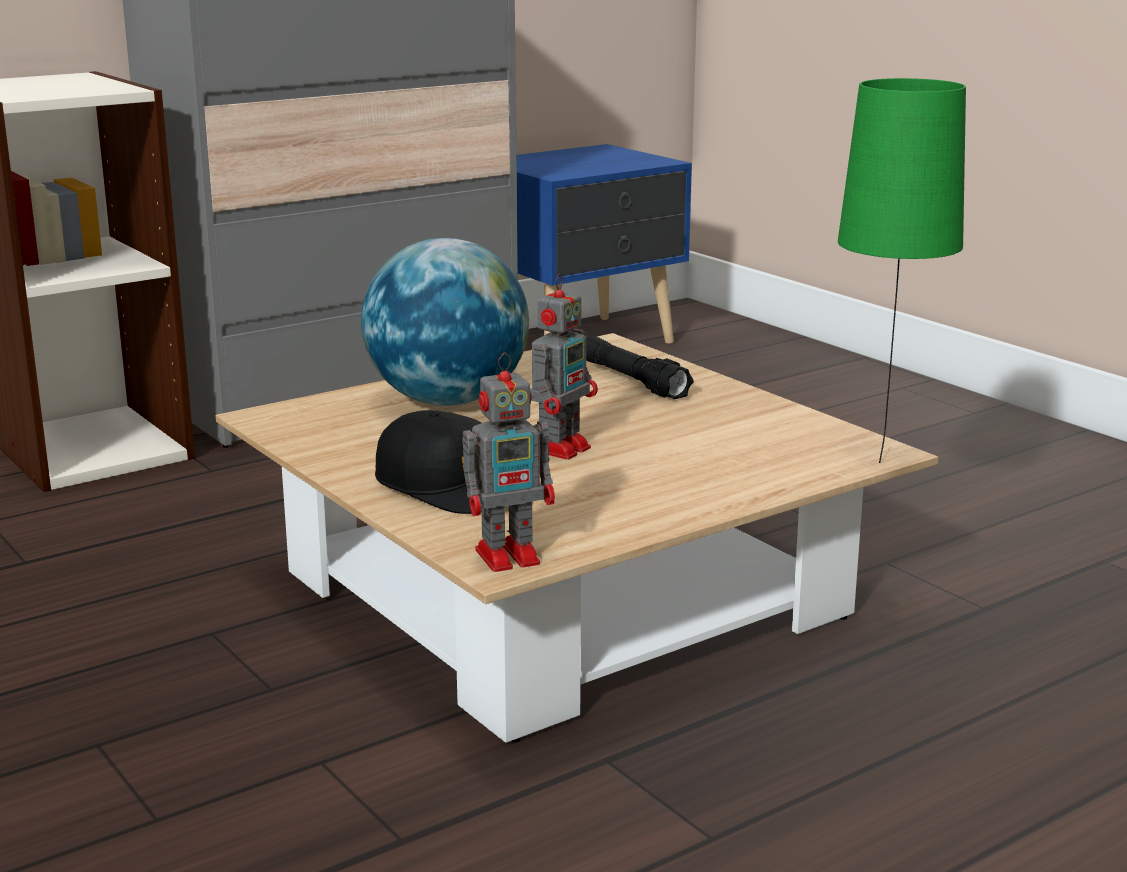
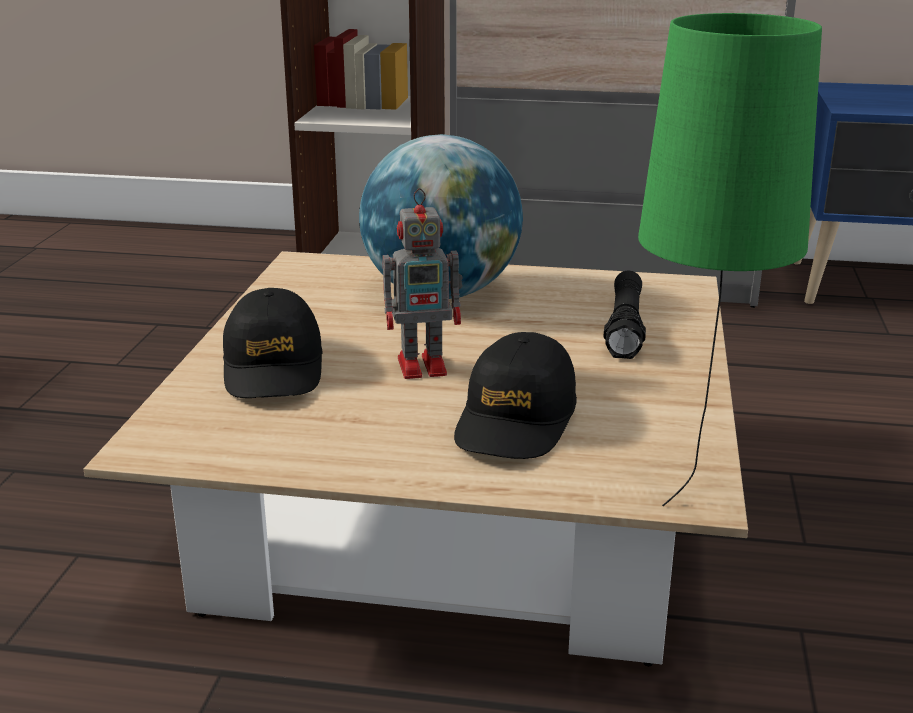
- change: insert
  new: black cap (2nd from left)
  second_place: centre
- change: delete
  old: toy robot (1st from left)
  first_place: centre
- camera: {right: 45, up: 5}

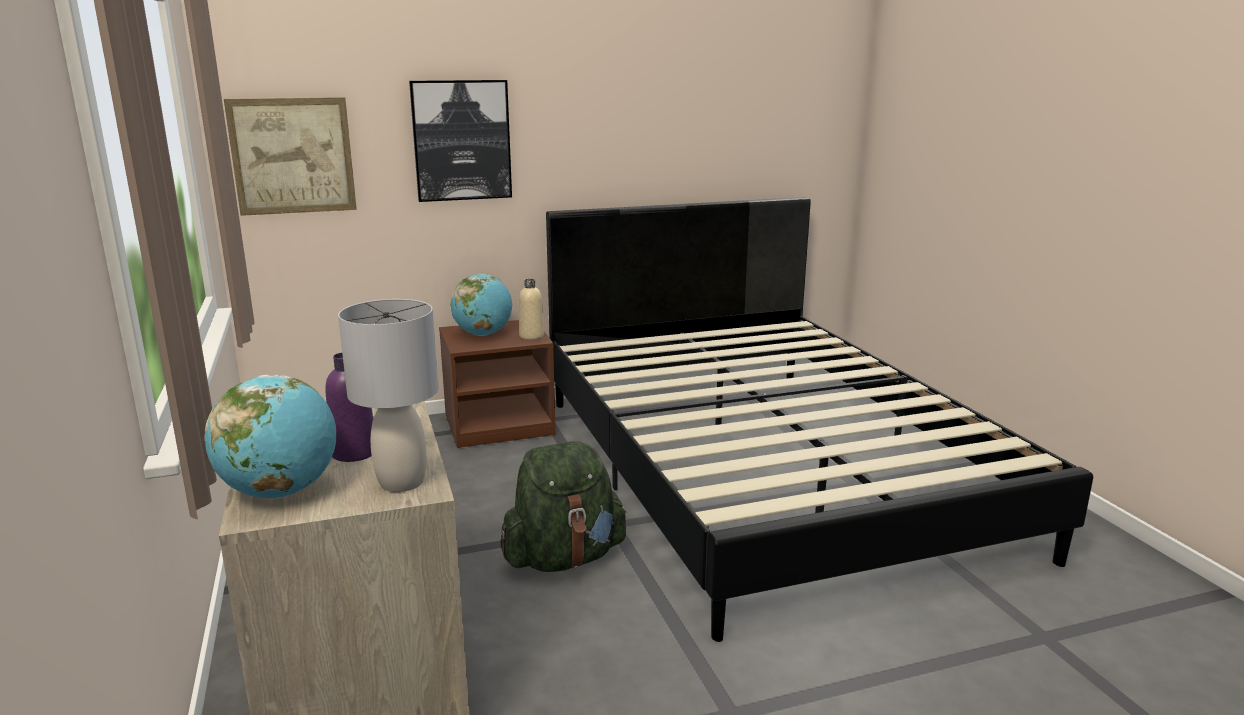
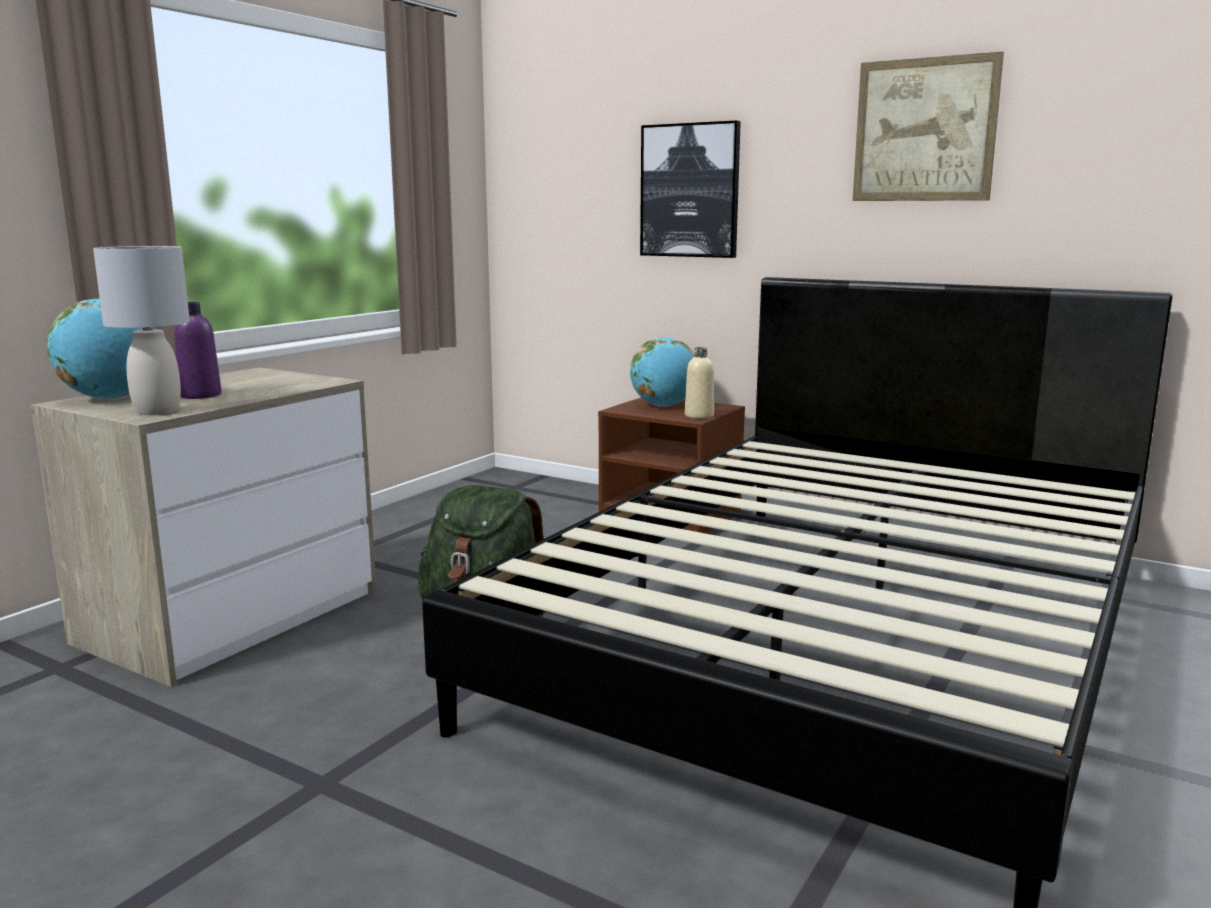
- change: move
  old: picture (1st from left in the first image)
  new: picture (2nd from left)
  first_place: top left
  second_place: top right
- camera: {right: 50, up: -5}

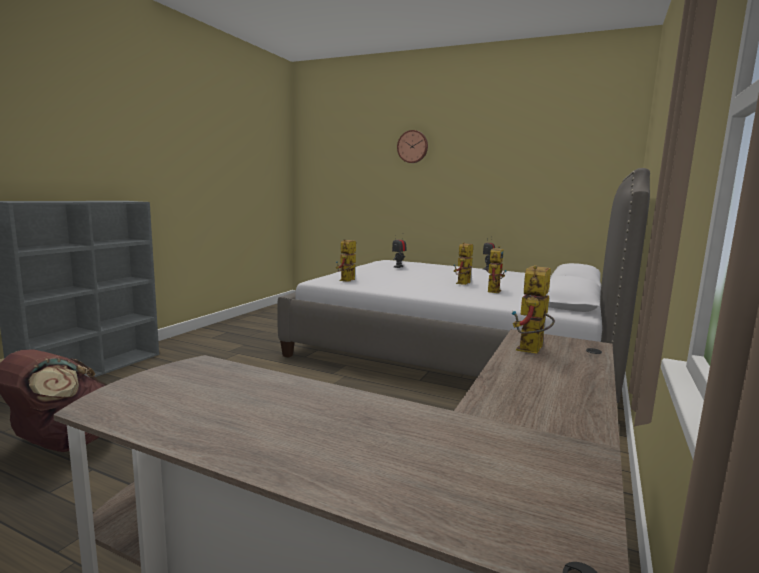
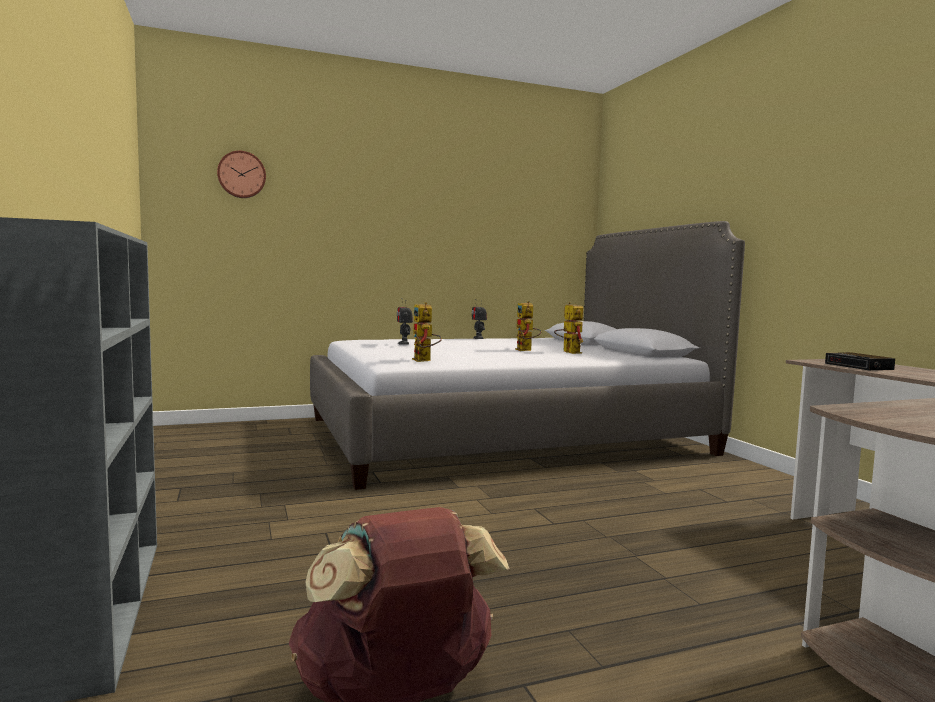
- change: move
  old: wall clock
  first_place: top centre
  second_place: top left
- change: replace
  old: toy robot (6th from left)
  new: alarm clock
  first_place: middle right
  second_place: middle right
- camera: {right: -45, up: -5}

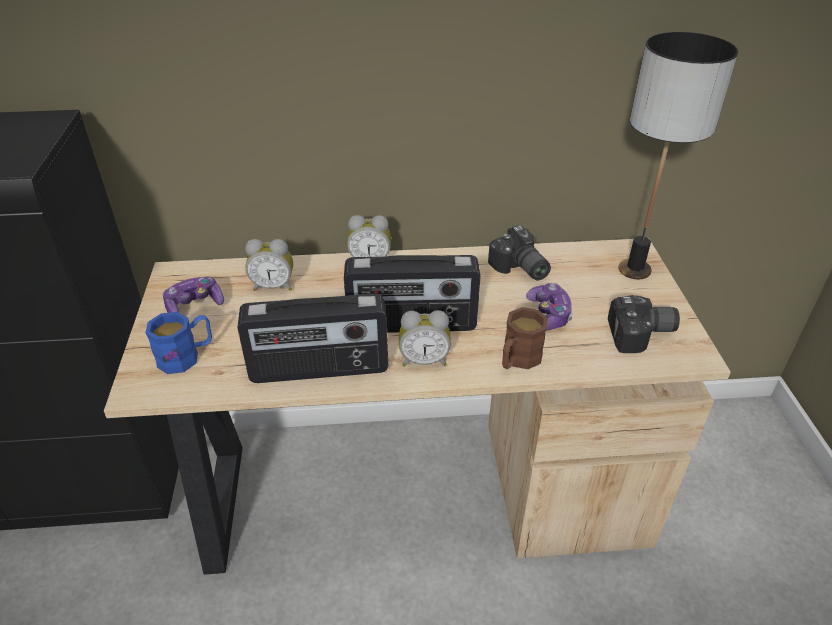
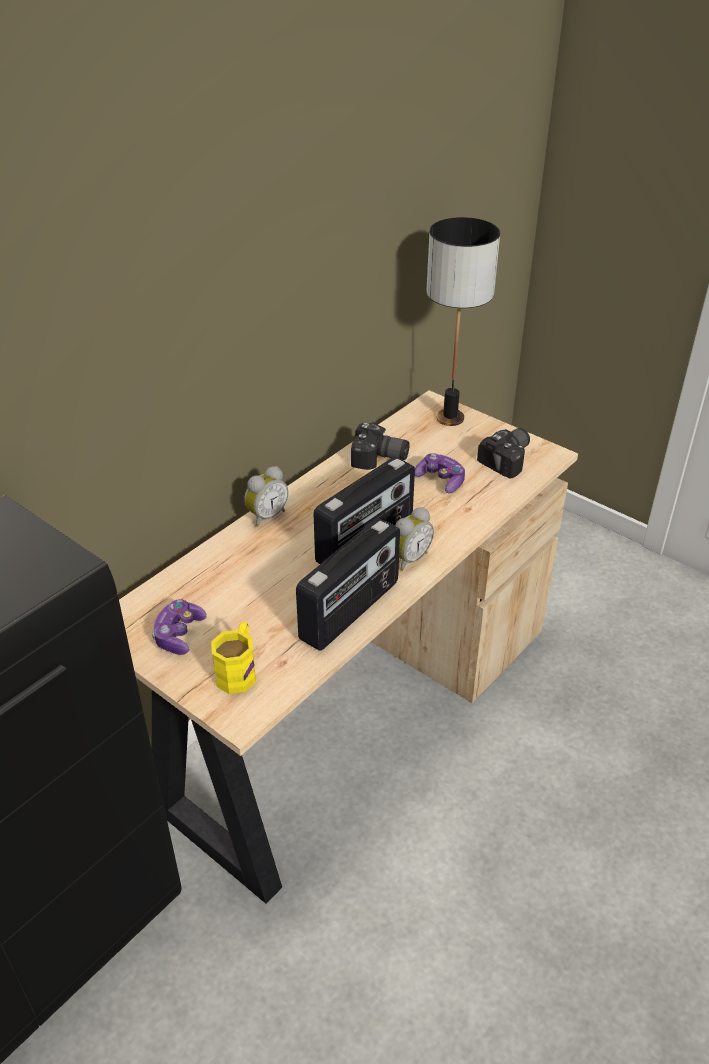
- change: recolor
  old: blue mug
  new: yellow mug
  first_place: middle left
  second_place: middle left
- change: delete
  old: alarm clock (1st from left)
  first_place: middle left
- change: delete
  old: brown mug
  first_place: centre
- camera: {right: -45, up: 0}

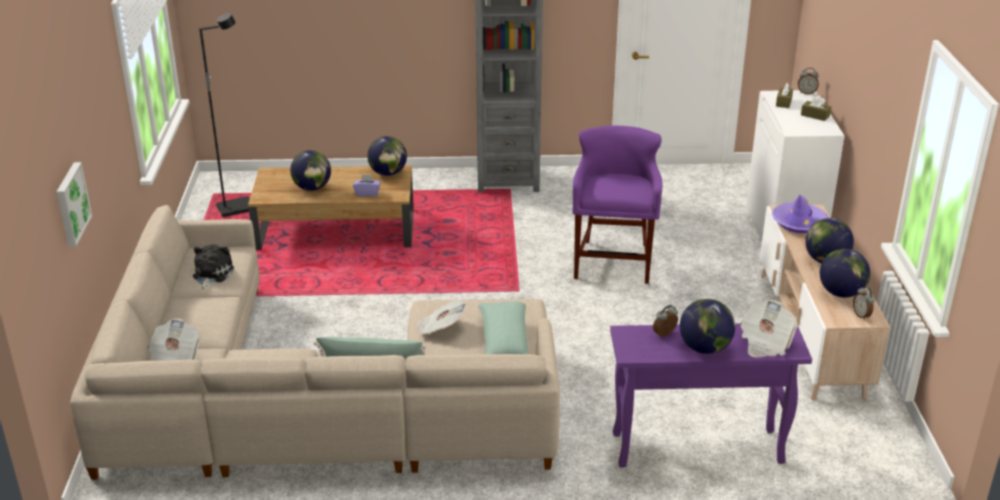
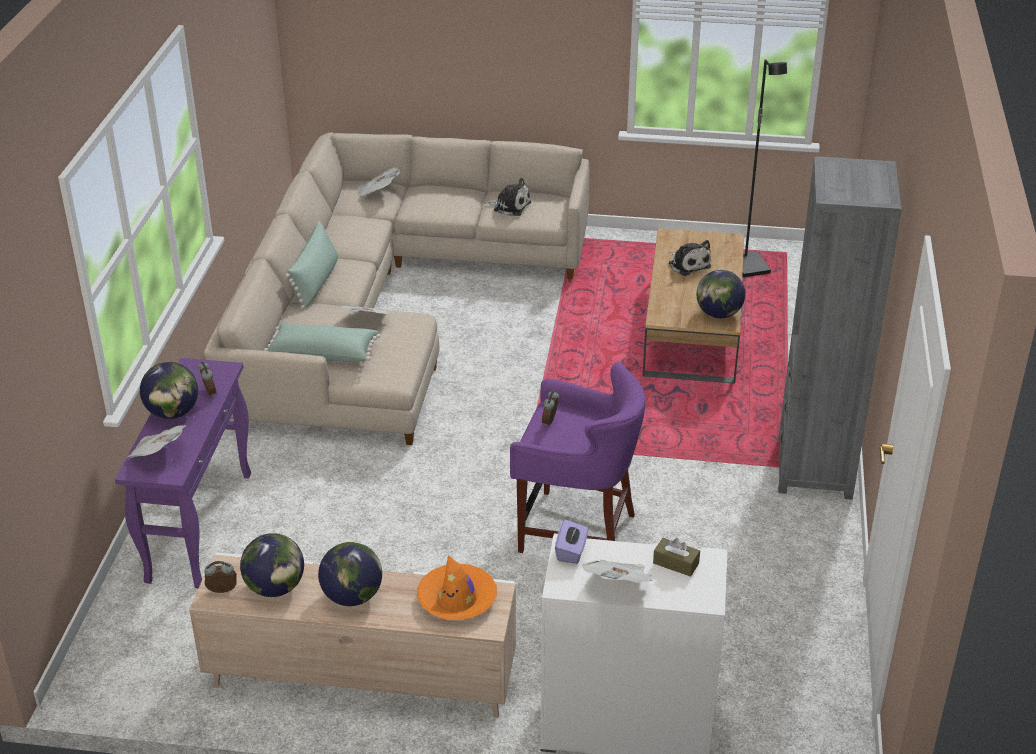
- change: recolor
  old: purple hat
  new: orange hat
  first_place: middle right
  second_place: bottom centre
- change: move
  old: alarm clock (2nd from left in the first image)
  new: alarm clock (3rd from left)
  first_place: top right
  second_place: centre
- change: move
  old: purple tissue box
  first_place: centre
  second_place: bottom centre
- change: replace
  old: brown tissue box (2nd from left)
  new: newspaper (4th from left)
  first_place: top right
  second_place: bottom centre
- change: replace
  old: globe (1st from left)
  new: plush toy (2nd from left)
  first_place: middle left
  second_place: centre
- change: delete
  old: picture
  first_place: middle left
- camera: {right: 100, up: 5}

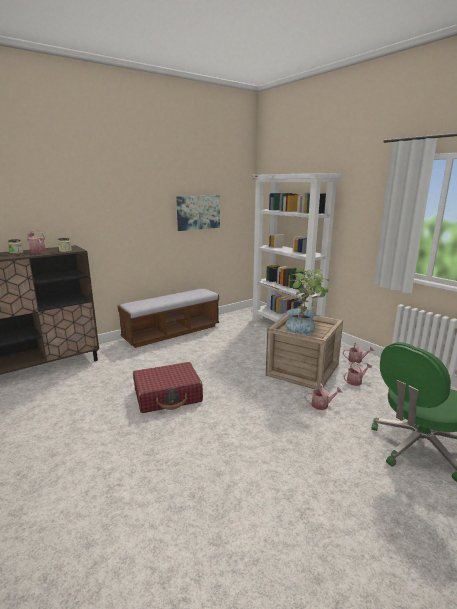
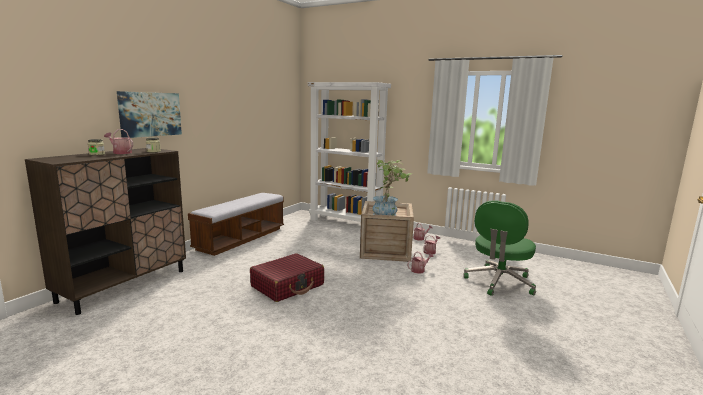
- change: move
  old: picture
  first_place: centre
  second_place: top left
- camera: {right: -25, up: -5}

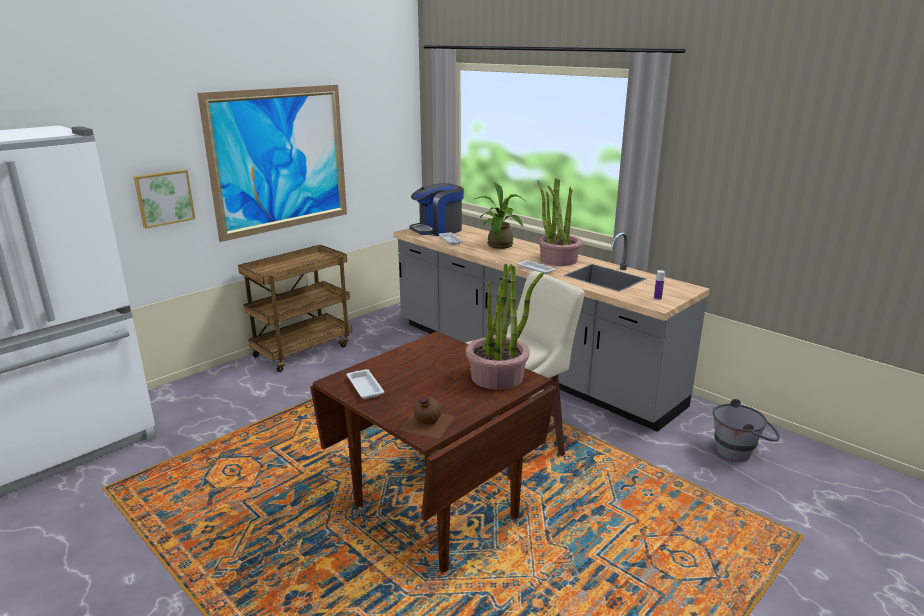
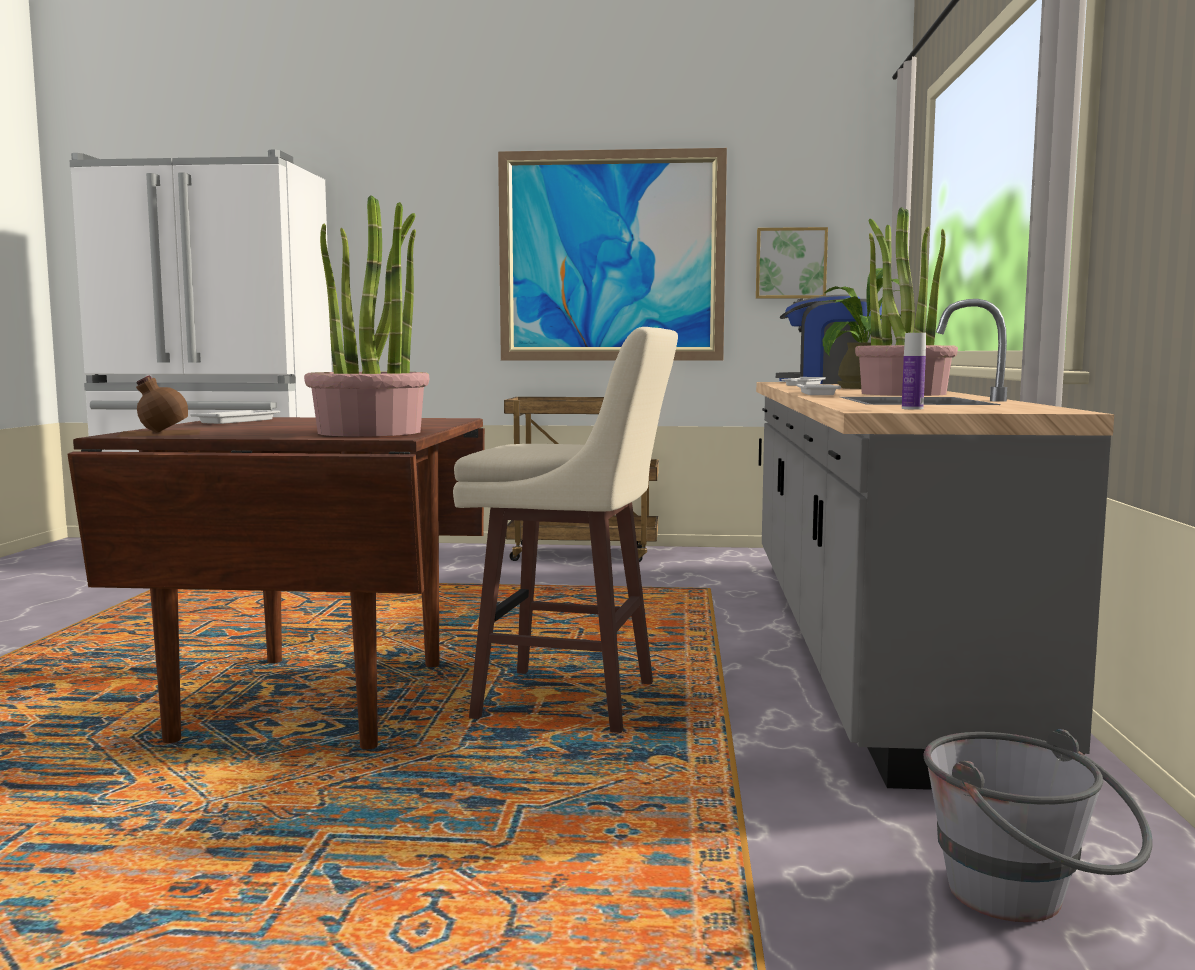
- change: move
  old: picture (1st from left in the first image)
  new: picture (2nd from left)
  first_place: top left
  second_place: top centre
- camera: {right: 50, up: -15}

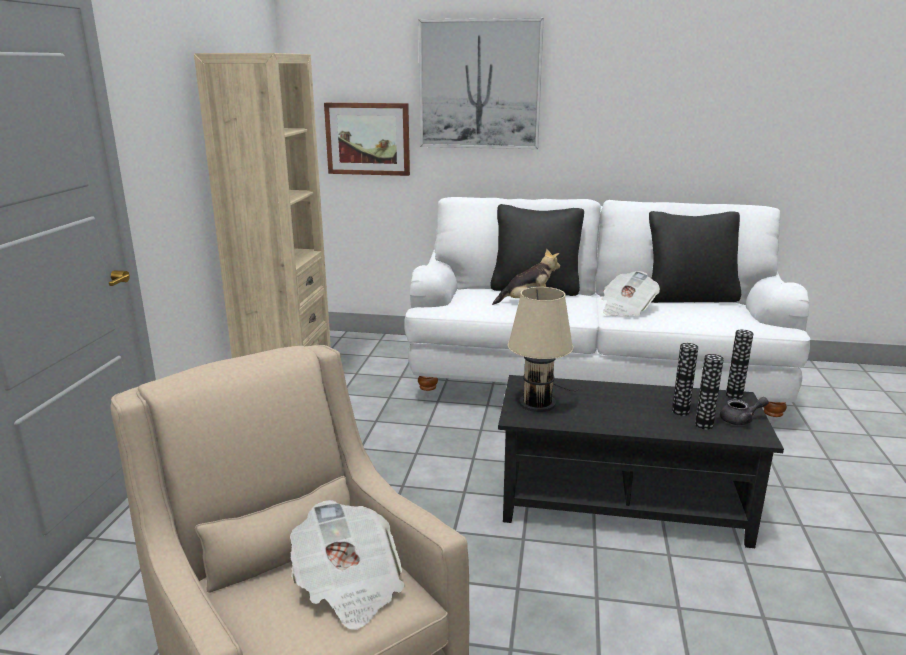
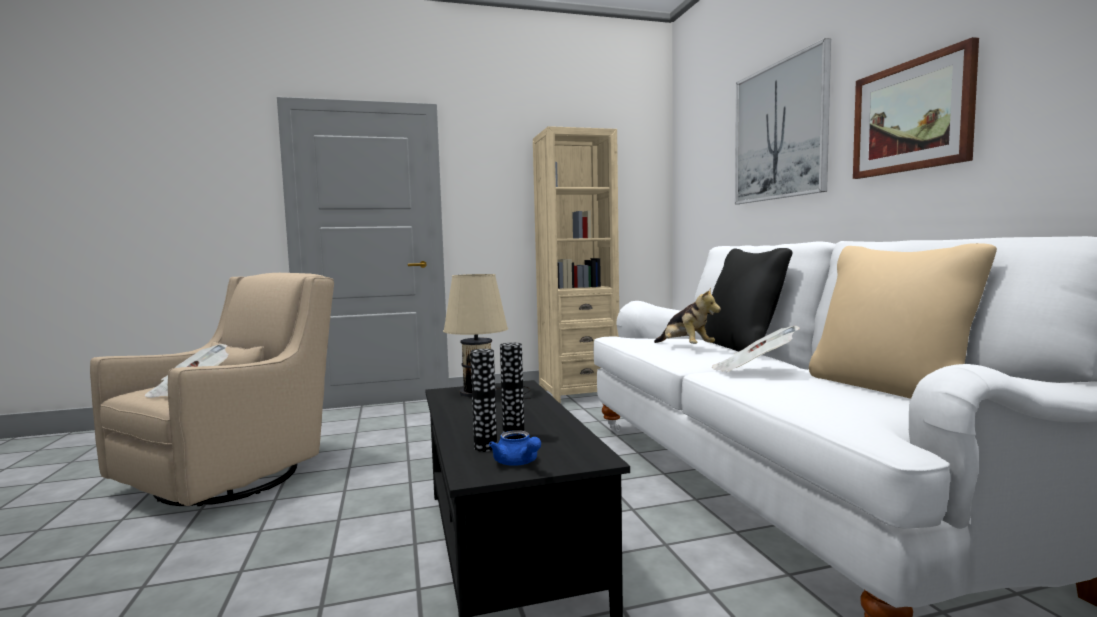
- change: recolor
  old: grey teapot
  new: blue teapot
  first_place: middle right
  second_place: bottom centre
- change: recolor
  old: black pillow (2nd from left)
  new: beige pillow
  first_place: middle right
  second_place: middle right
- change: move
  old: picture (1st from left in the first image)
  new: picture (2nd from left)
  first_place: top centre
  second_place: top right
- change: delete
  old: vase (3rd from left)
  first_place: middle right
- camera: {right: 65, up: -15}

